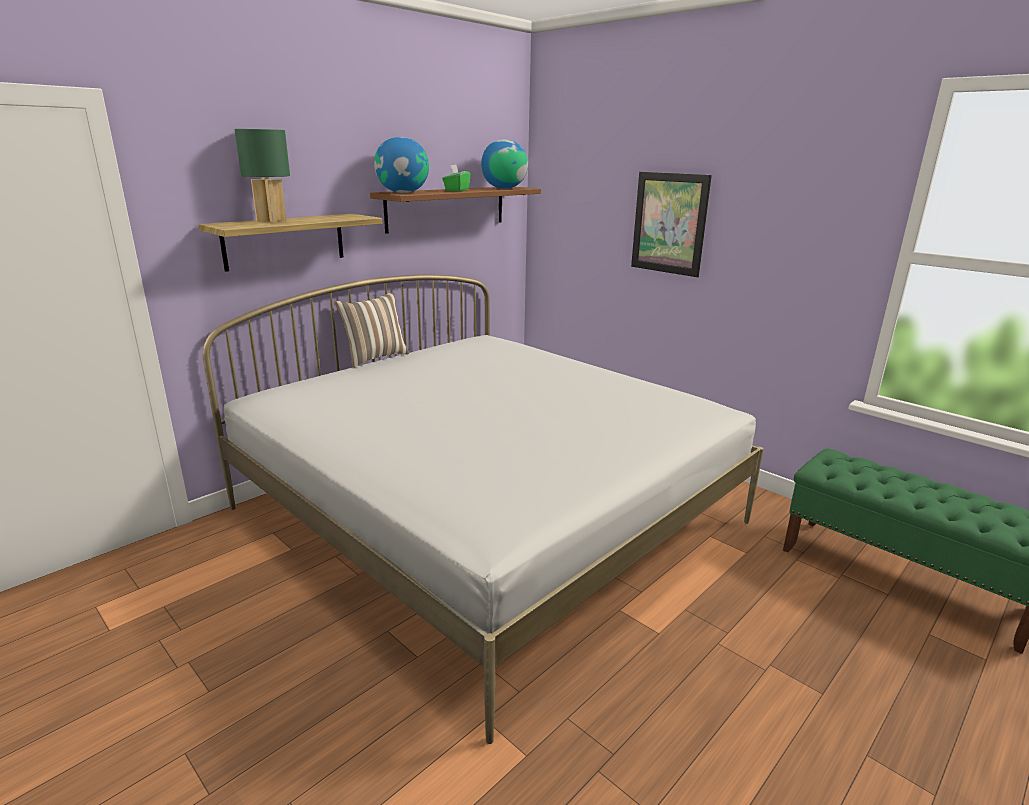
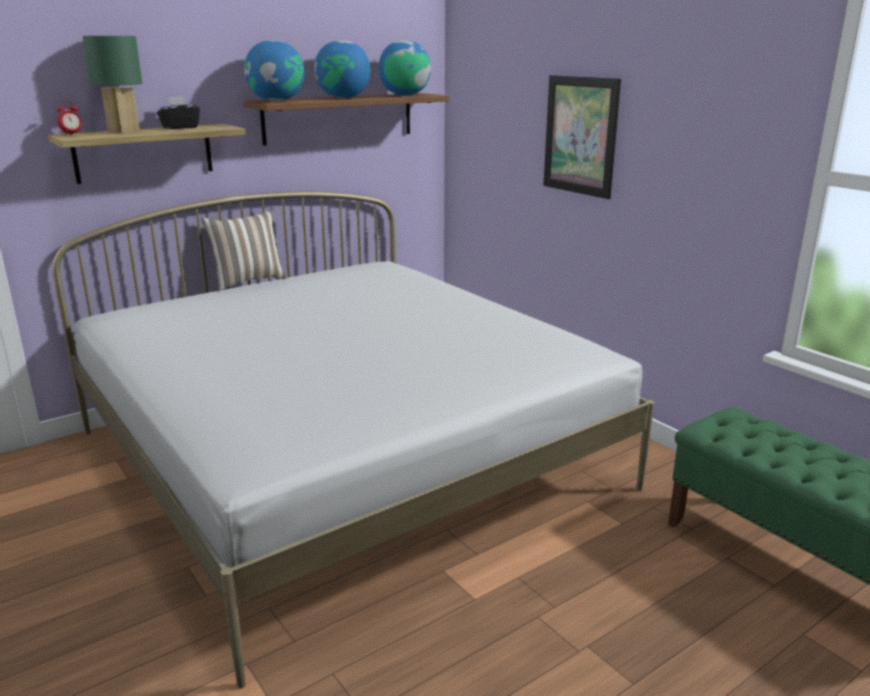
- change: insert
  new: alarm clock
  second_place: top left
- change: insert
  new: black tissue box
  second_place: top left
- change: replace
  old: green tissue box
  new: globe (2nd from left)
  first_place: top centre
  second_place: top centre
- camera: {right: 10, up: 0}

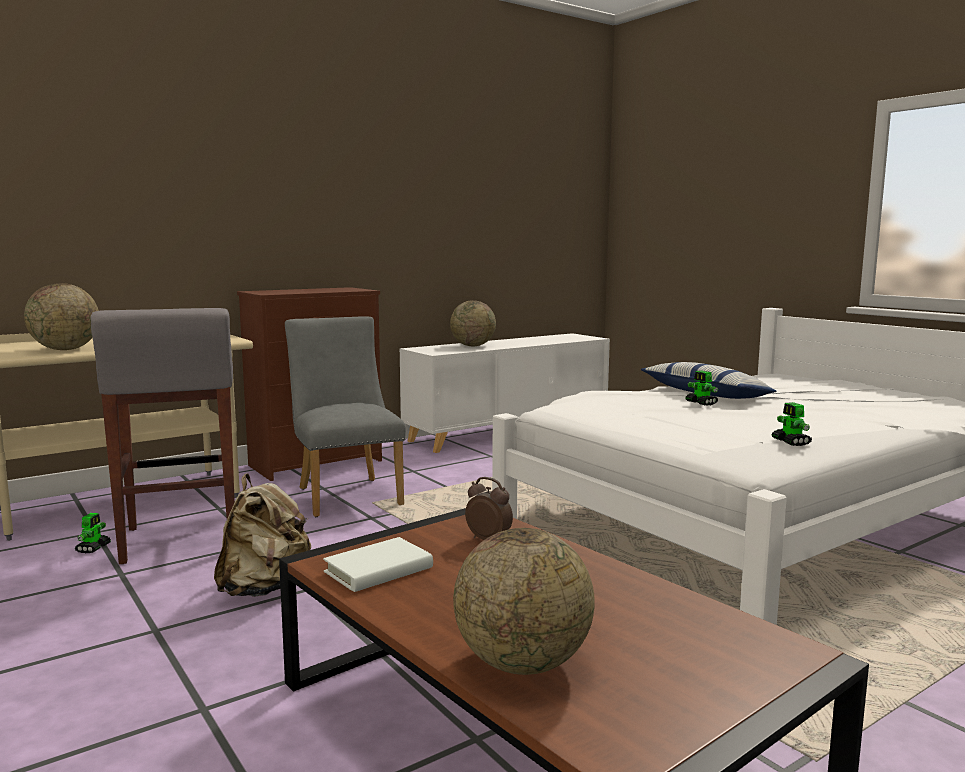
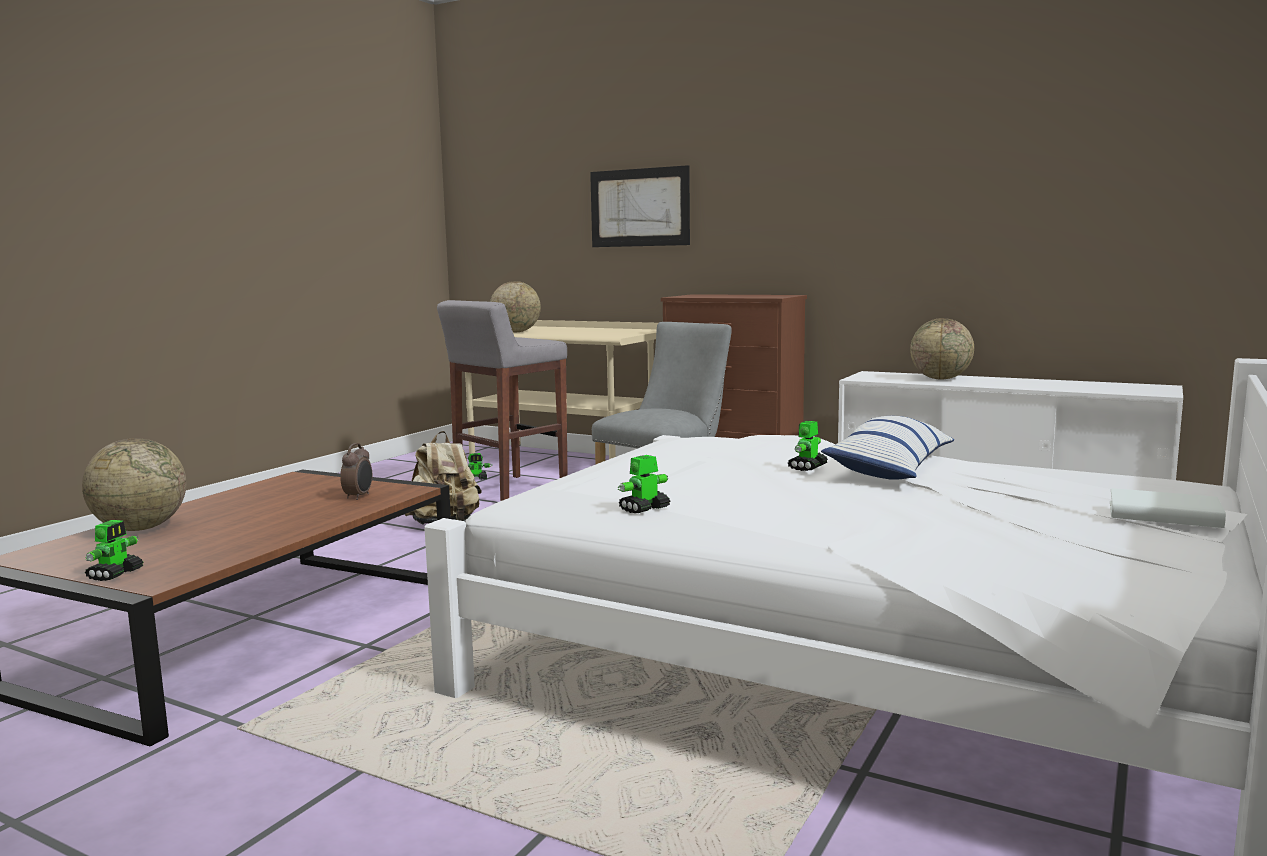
- change: insert
  new: toy robot (1st from left)
  second_place: middle left
- change: insert
  new: picture
  second_place: top centre
- change: move
  old: white book
  first_place: bottom centre
  second_place: middle right
- camera: {right: 65, up: 0}

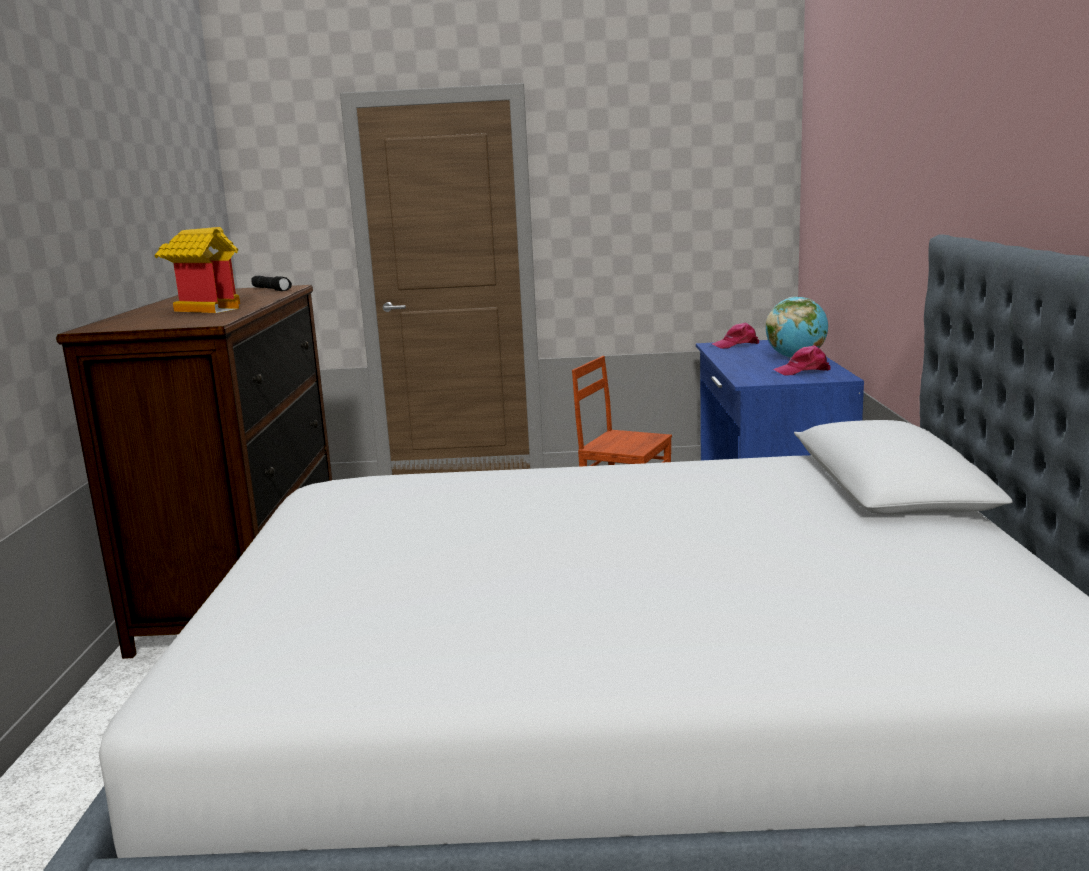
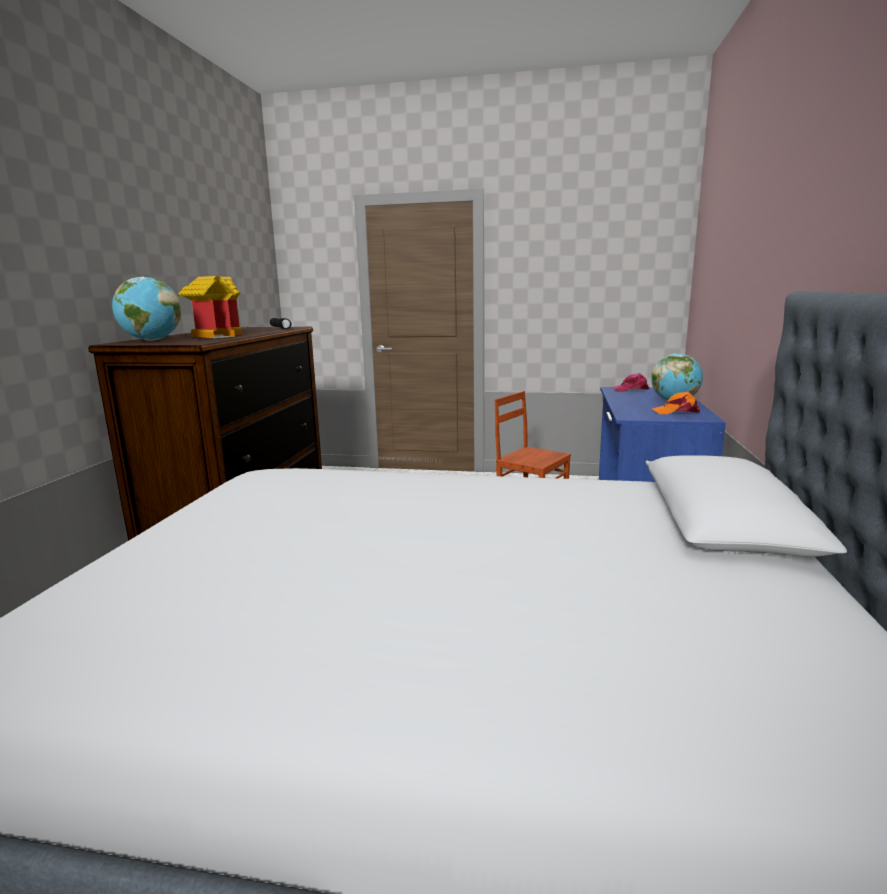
- change: insert
  new: globe (1st from left)
  second_place: middle left
- change: recolor
  old: pink cap (2nd from left)
  new: orange cap
  first_place: middle right
  second_place: middle right
- camera: {right: 10, up: 0}

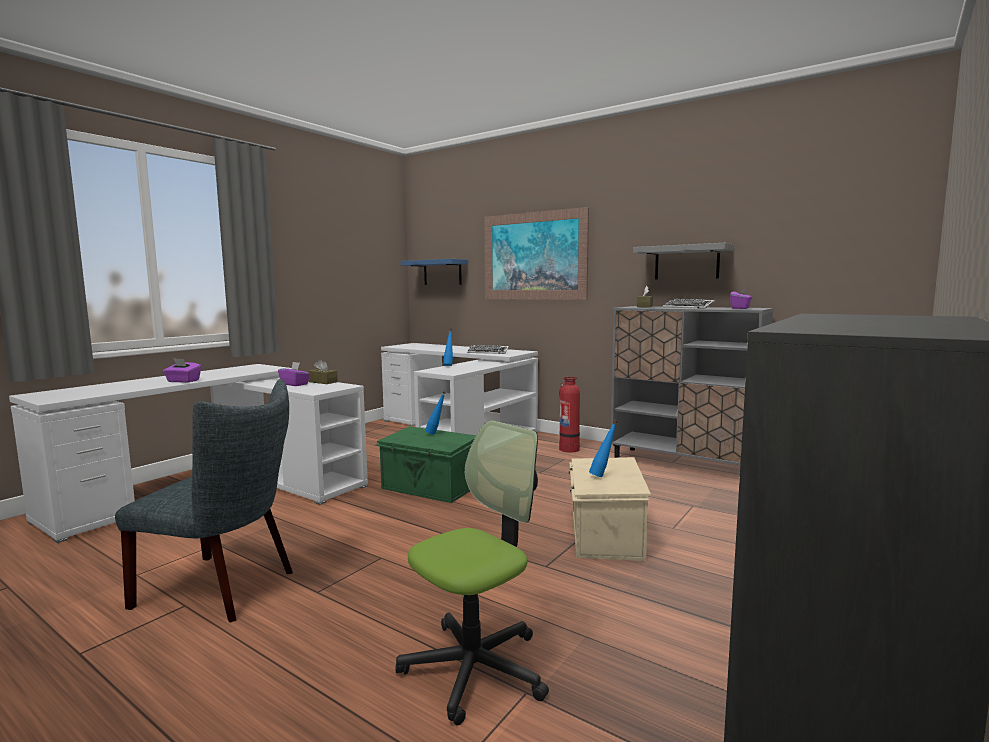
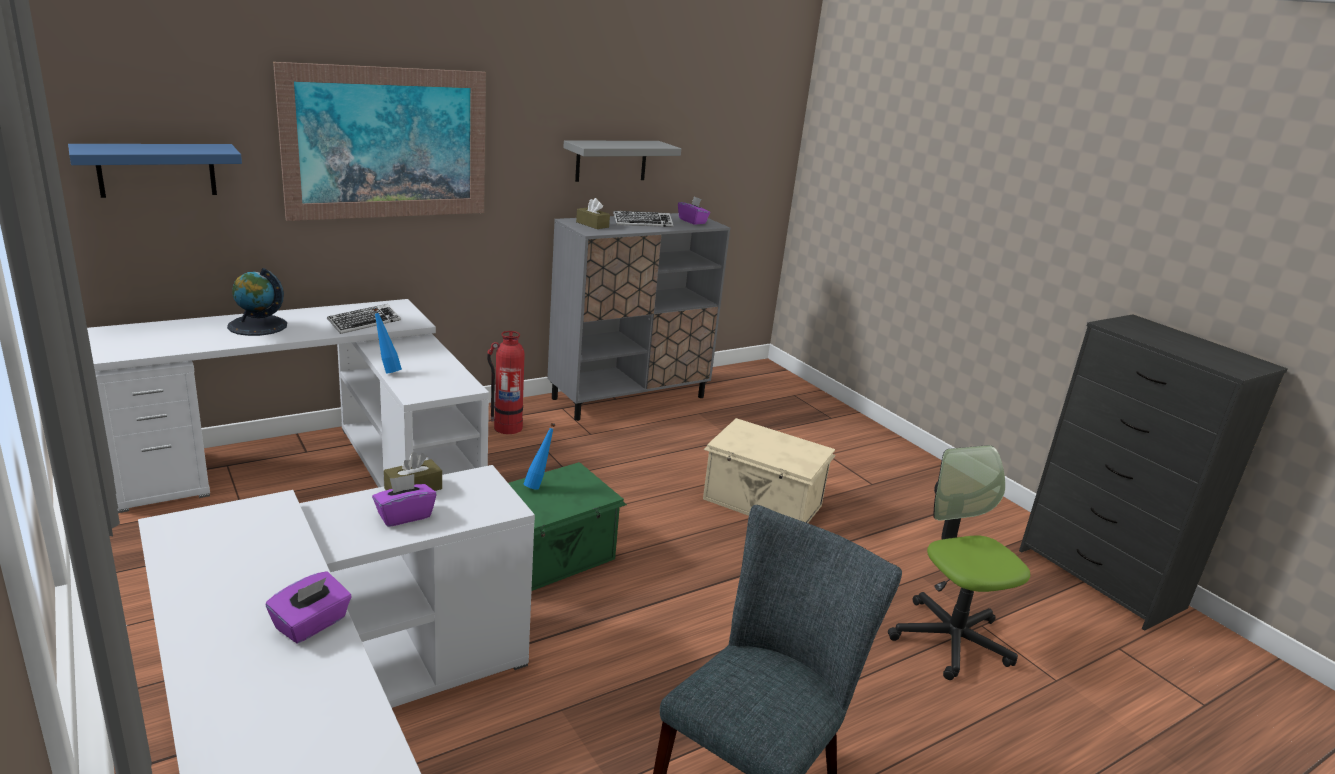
- change: insert
  new: globe
  second_place: middle left
- change: delete
  old: blue bottle (3rd from left)
  first_place: centre
- camera: {right: -70, up: 15}

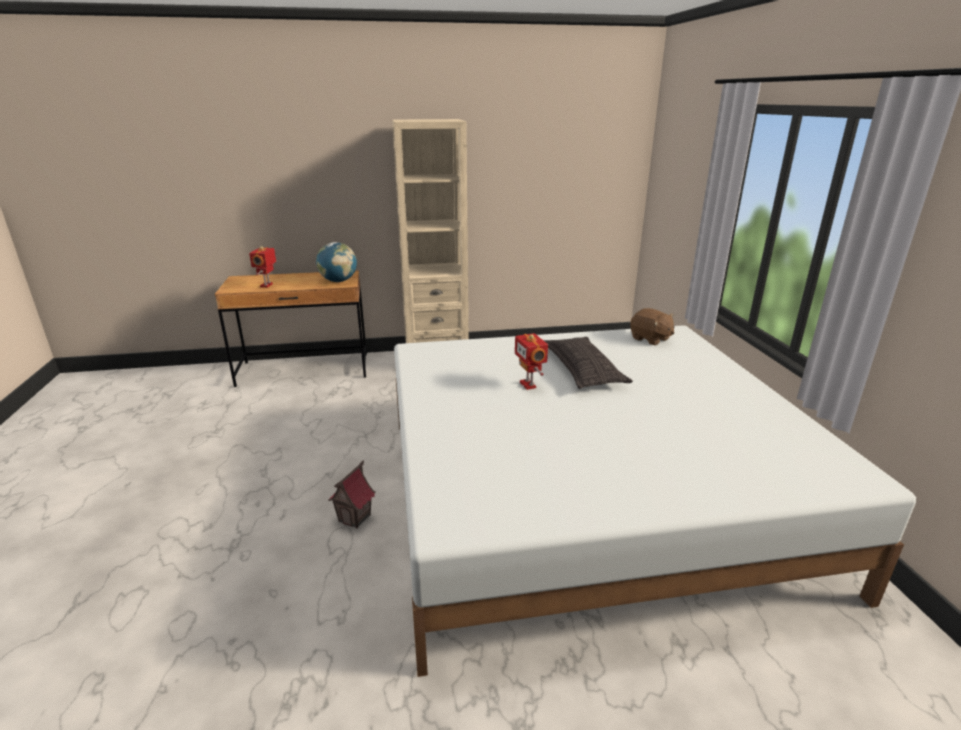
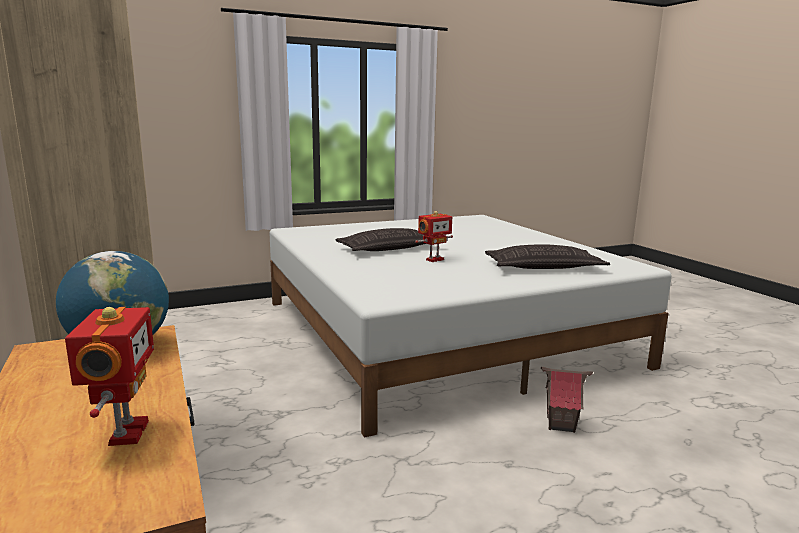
- change: rotate
  old: toy robot (1st from left)
  first_place: middle left
  second_place: bottom left
  degrees: -90
- change: insert
  new: pillow (2nd from left)
  second_place: middle right
- change: delete
  old: brown plush toy
  first_place: middle right
- camera: {right: -105, up: -10}

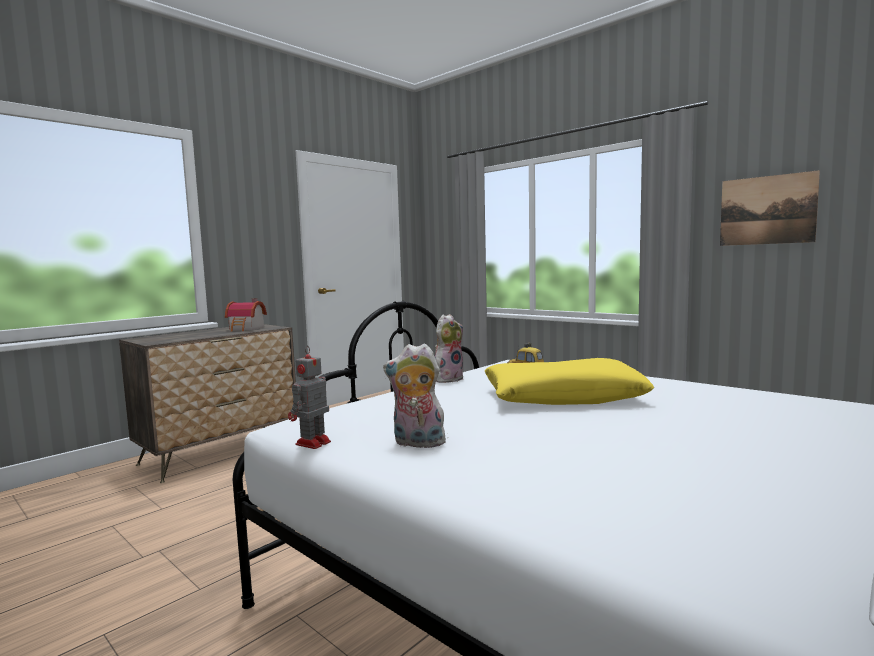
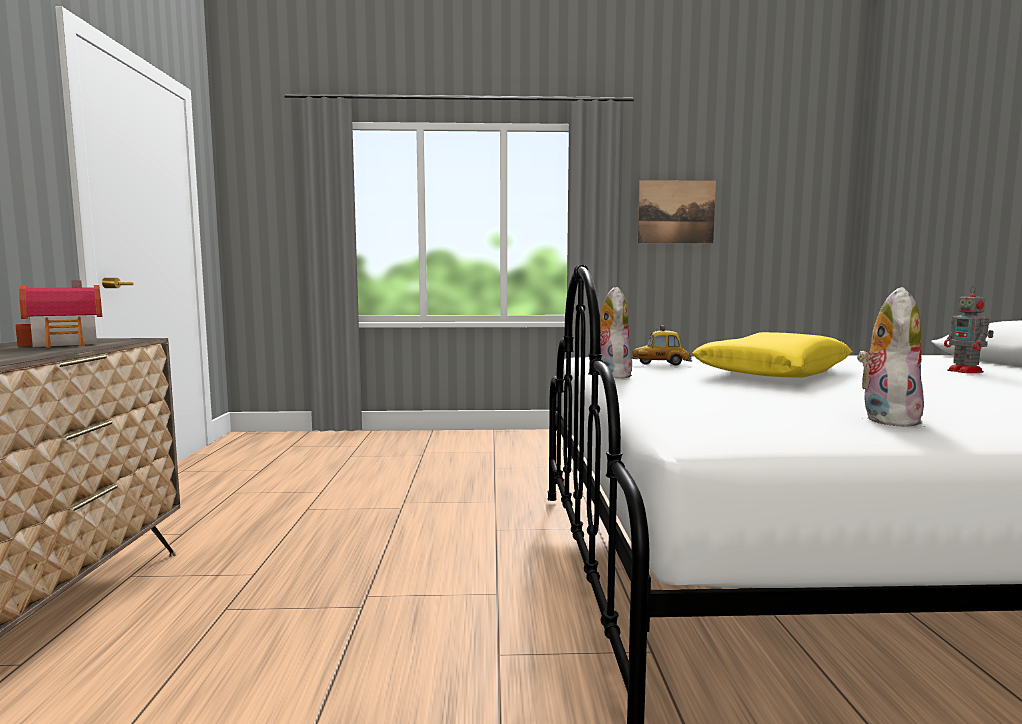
- change: rotate
  old: plush toy (1st from left in the first image)
  first_place: centre
  second_place: middle right
  degrees: 150
- change: move
  old: toy robot
  first_place: centre
  second_place: middle right
- camera: {right: -45, up: 0}

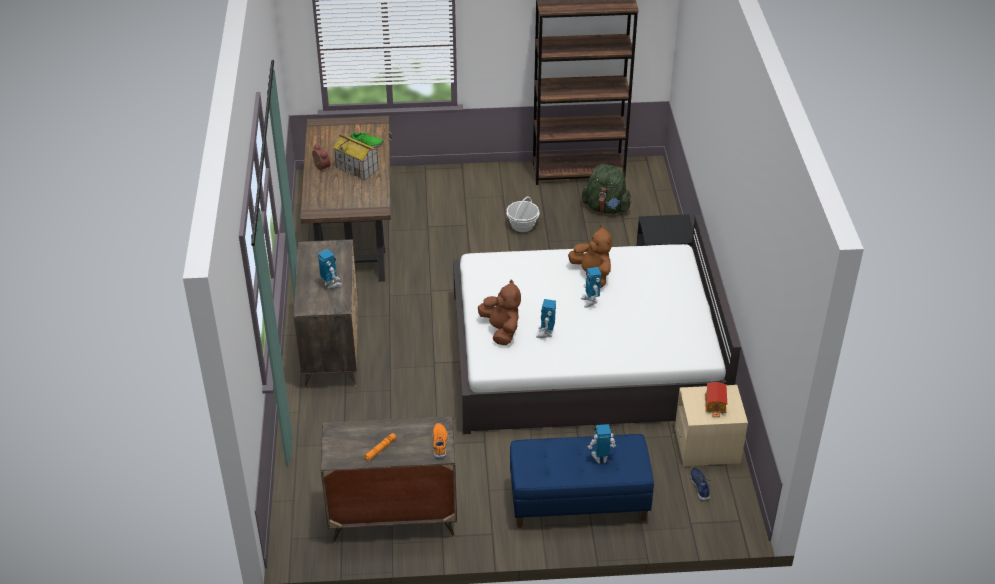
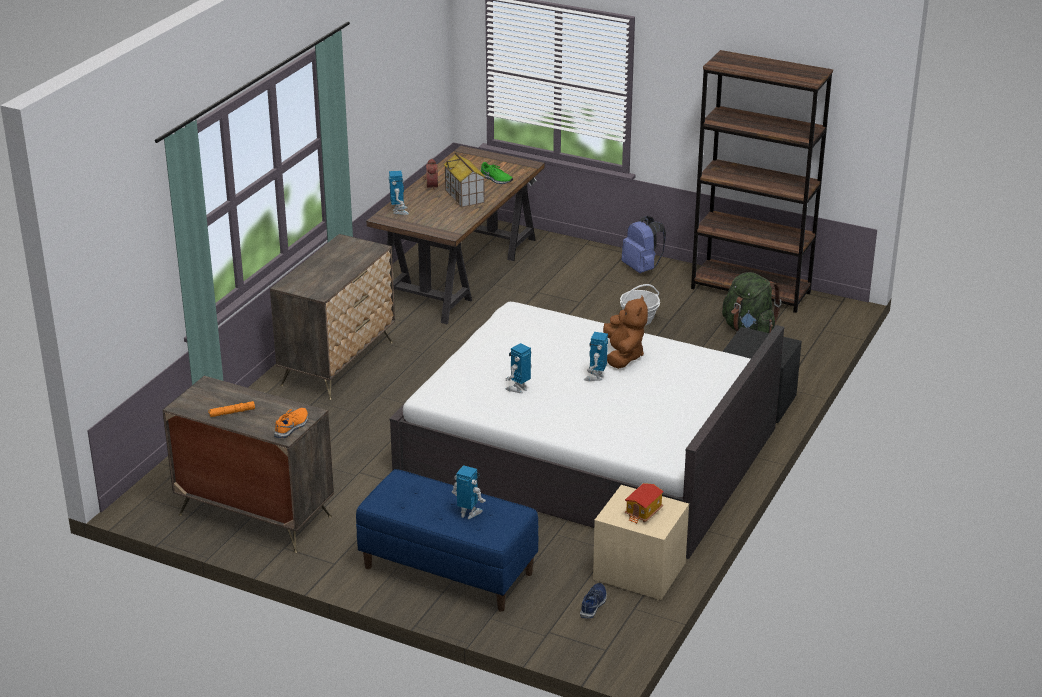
- change: move
  old: toy robot (1st from left)
  first_place: middle left
  second_place: top centre
- change: insert
  new: blue backpack
  second_place: centre
- change: delete
  old: brown plush toy (1st from left)
  first_place: centre
- camera: {right: 30, up: -10}

